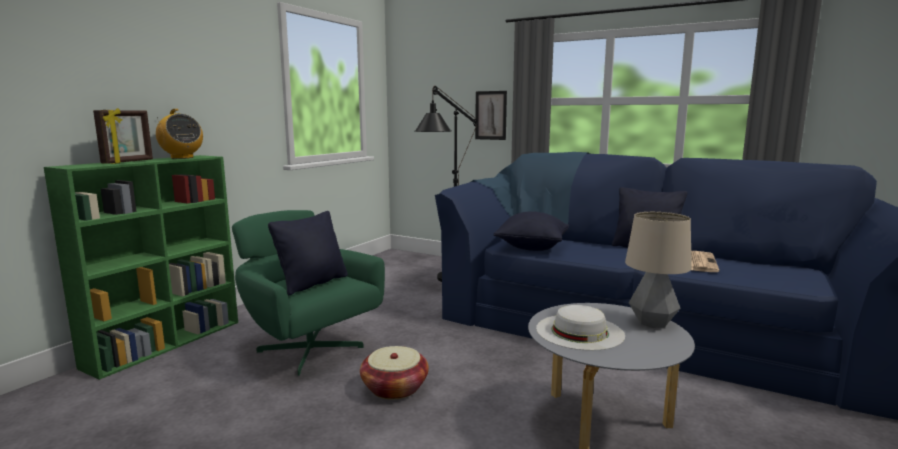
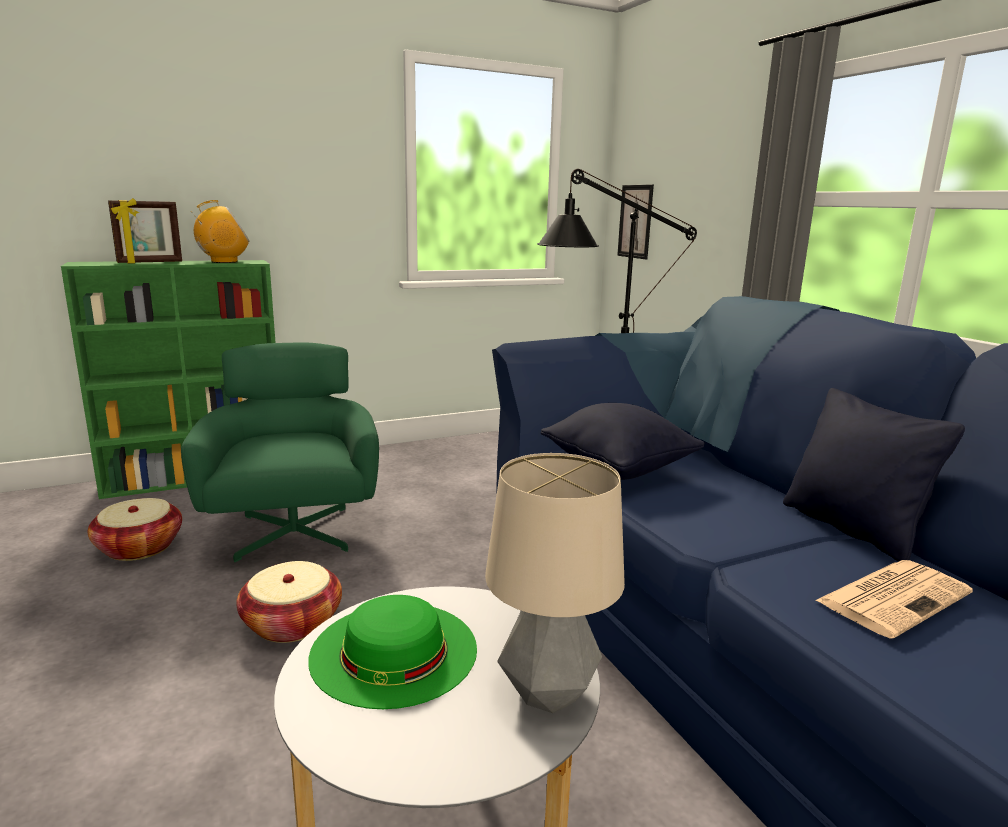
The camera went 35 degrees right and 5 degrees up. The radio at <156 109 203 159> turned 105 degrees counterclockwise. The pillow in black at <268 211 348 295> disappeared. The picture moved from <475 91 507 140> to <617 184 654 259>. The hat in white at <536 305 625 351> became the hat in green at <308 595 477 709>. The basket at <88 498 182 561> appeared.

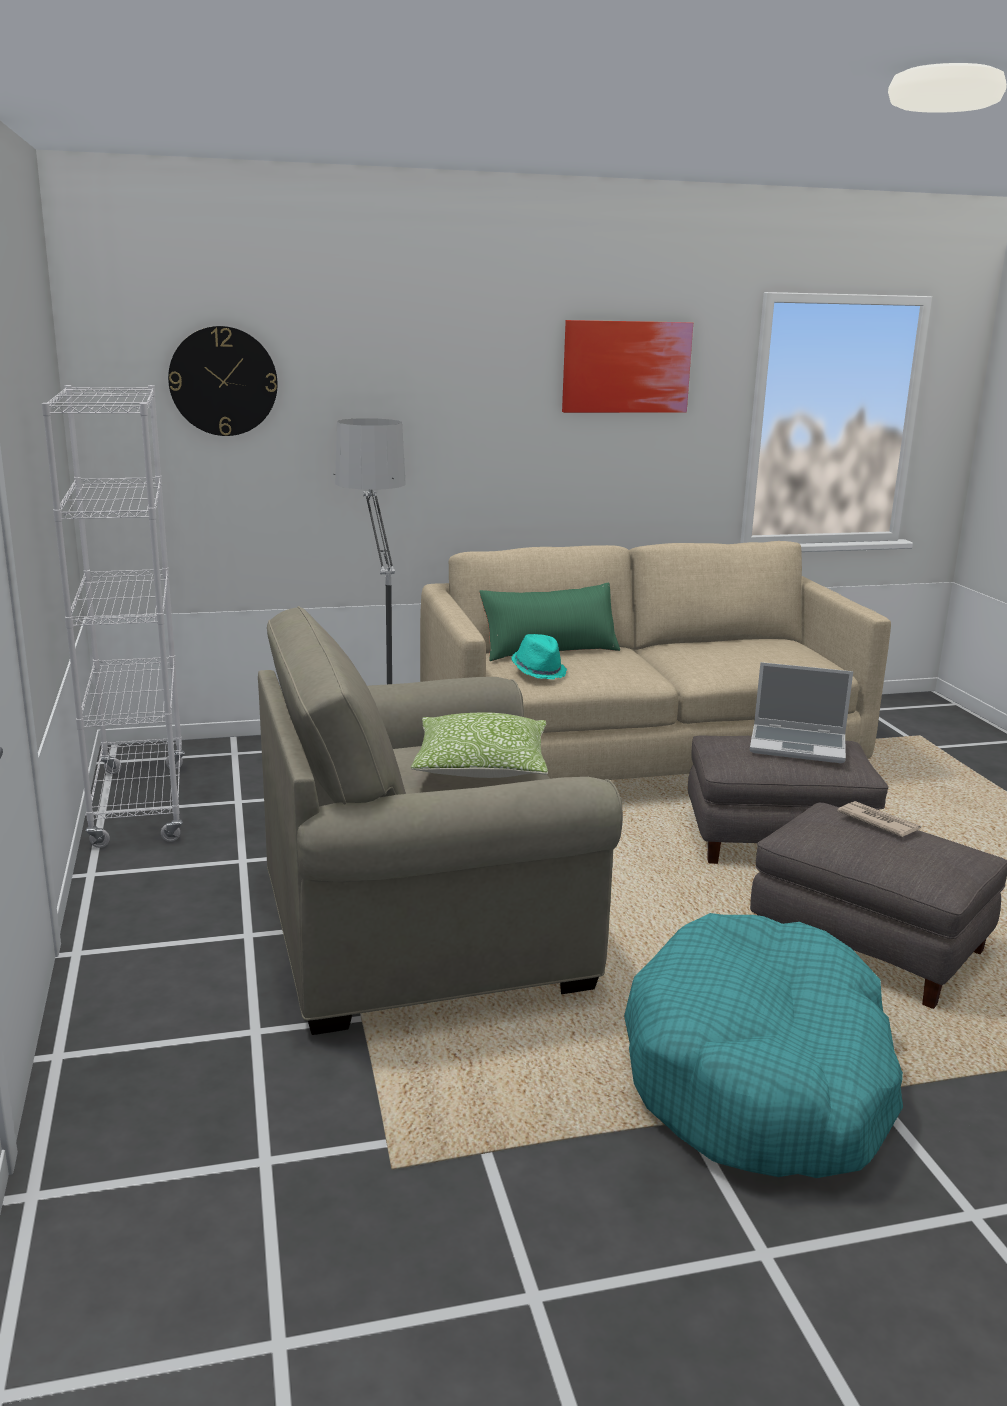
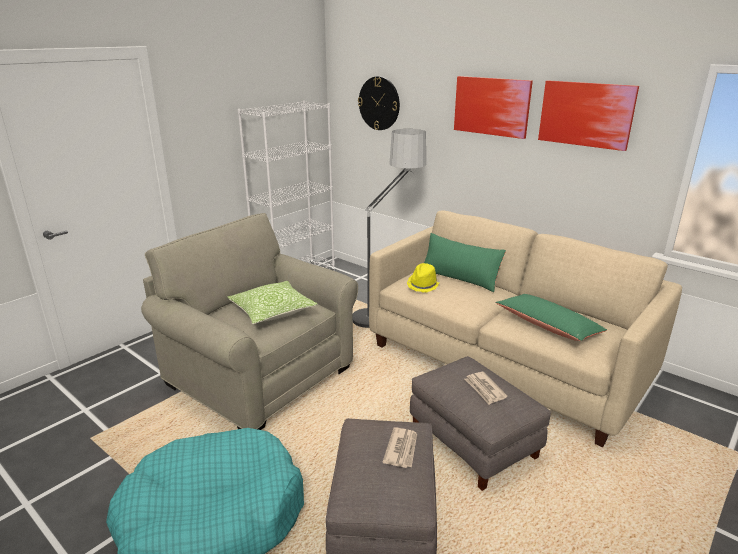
The camera went 55 degrees right and 5 degrees up. The hat in turquoise at <511 634 567 679> became the hat in yellow at <407 263 440 292>. The laptop at <750 662 853 763> was replaced by the newspaper at <465 372 507 405>. The picture at <454 76 533 139> appeared. The pillow in green at <495 294 607 341> appeared.

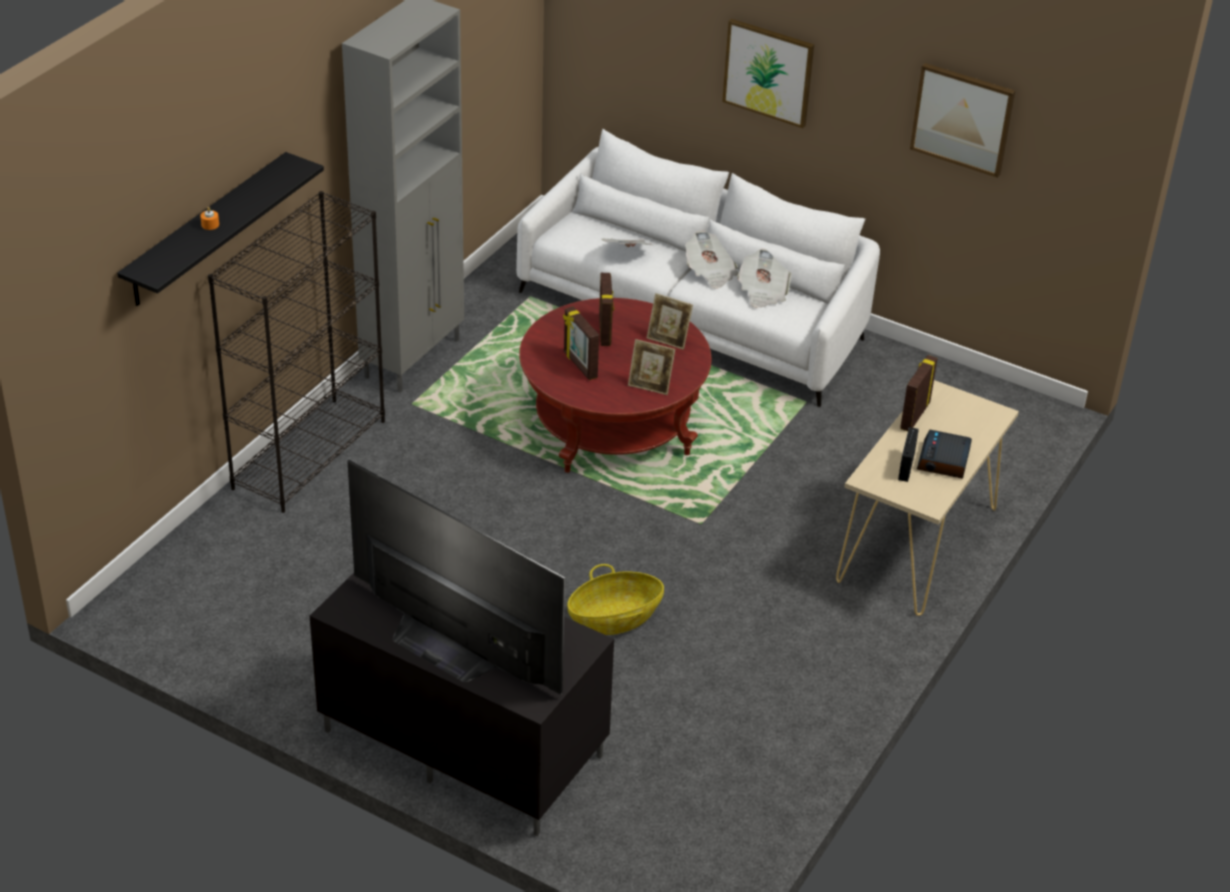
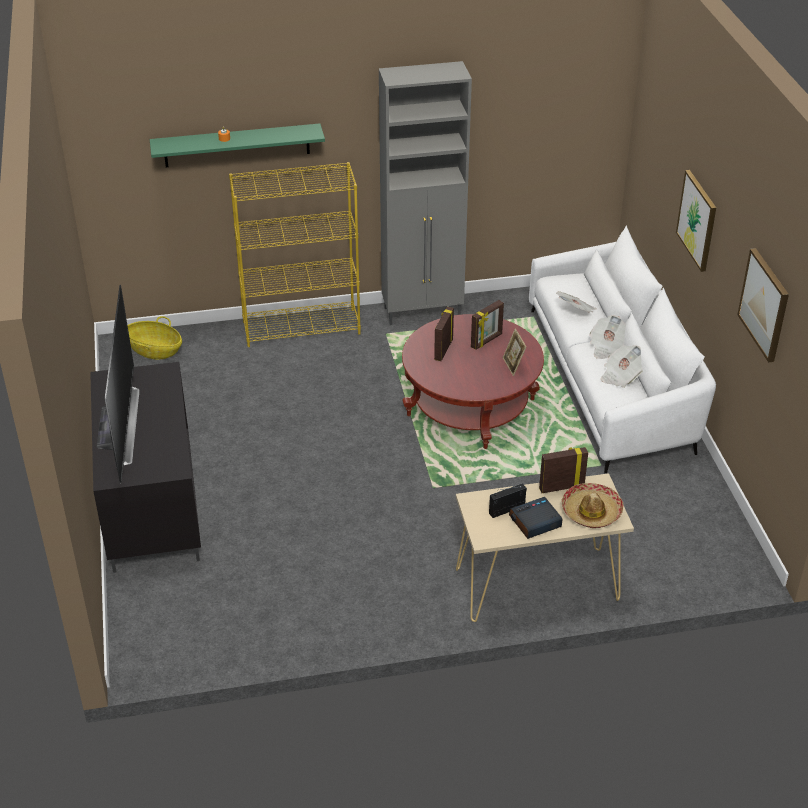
The camera went 50 degrees right and 0 degrees up. The shelf in black at <117 152 324 306> became the shelf in green at <150 123 325 167>. The bookcase in black at <208 191 385 513> became the bookcase in yellow at <229 162 361 347>. The basket moved from <567 564 664 635> to <128 316 182 359>. The picture frame at <628 339 675 395> disappeared. The hat at <561 483 623 528> appeared.

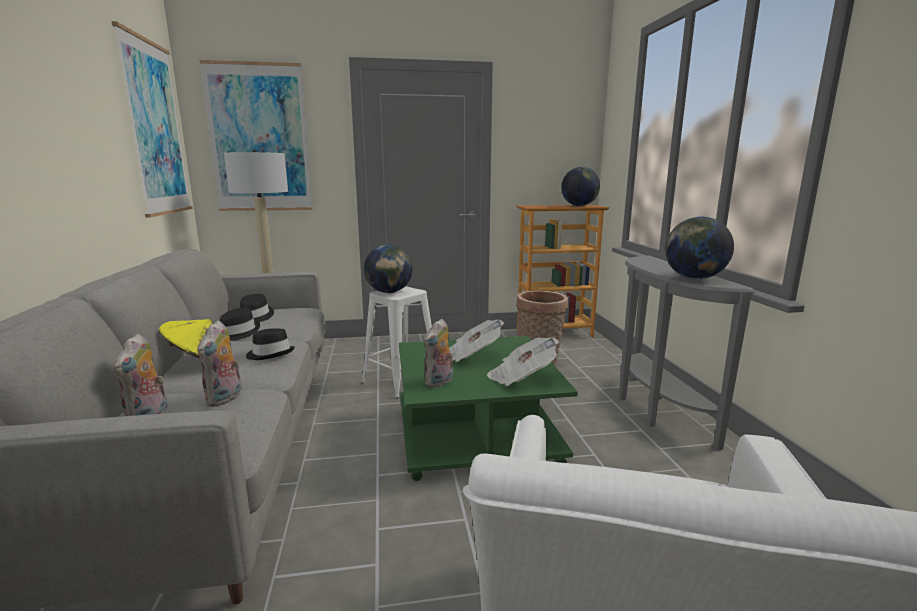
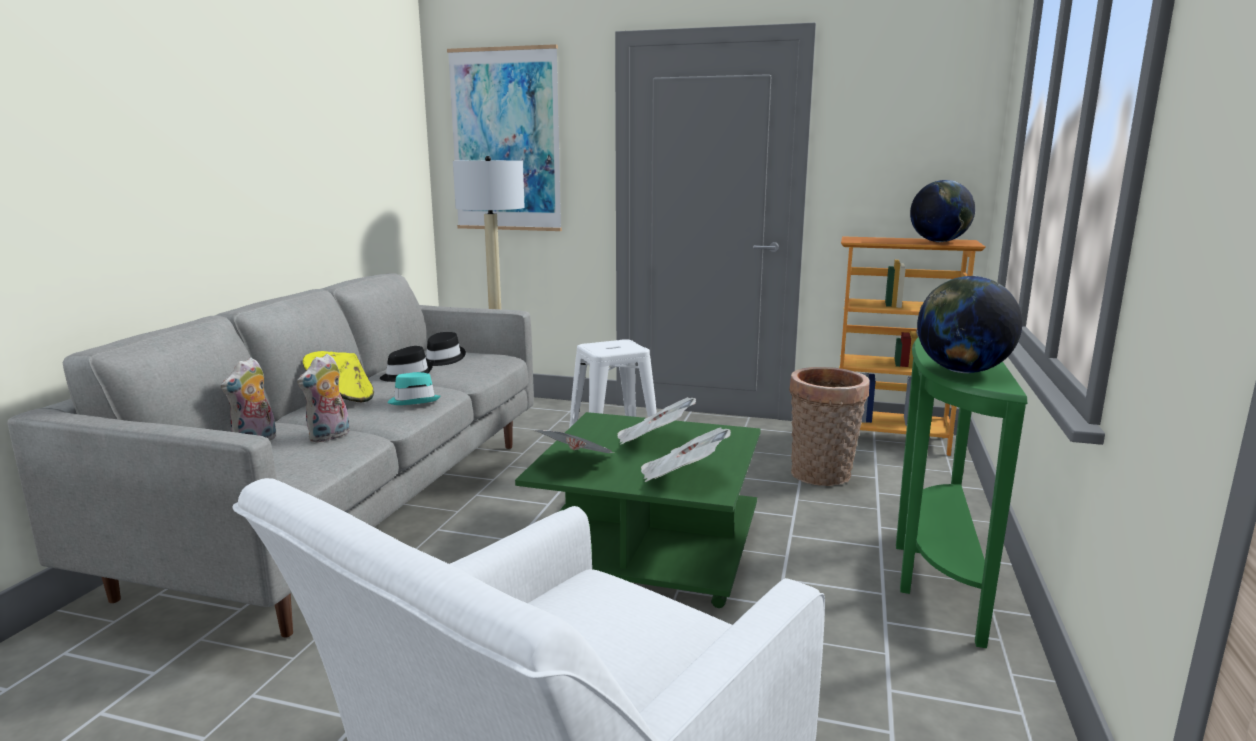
The camera went 25 degrees right and 0 degrees up. The picture at <111 21 193 218> disappeared. The hat in black at <246 328 295 360> became the hat in turquoise at <388 372 441 405>. The globe at <364 244 413 293> disappeared. The plush toy at <424 319 453 388> was replaced by the newspaper at <536 430 615 453>. The console table in grey at <619 256 755 450> became the console table in green at <896 337 1027 648>.

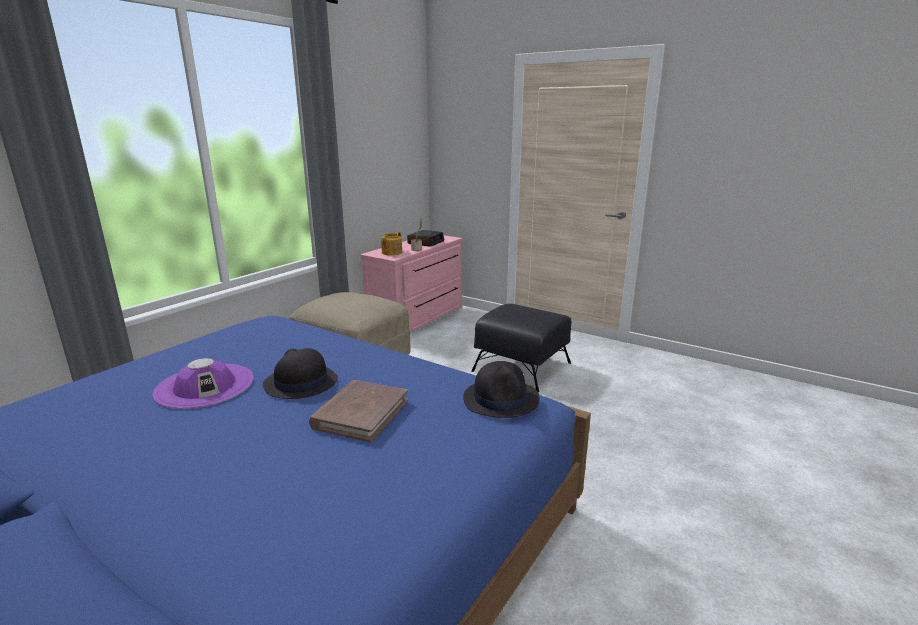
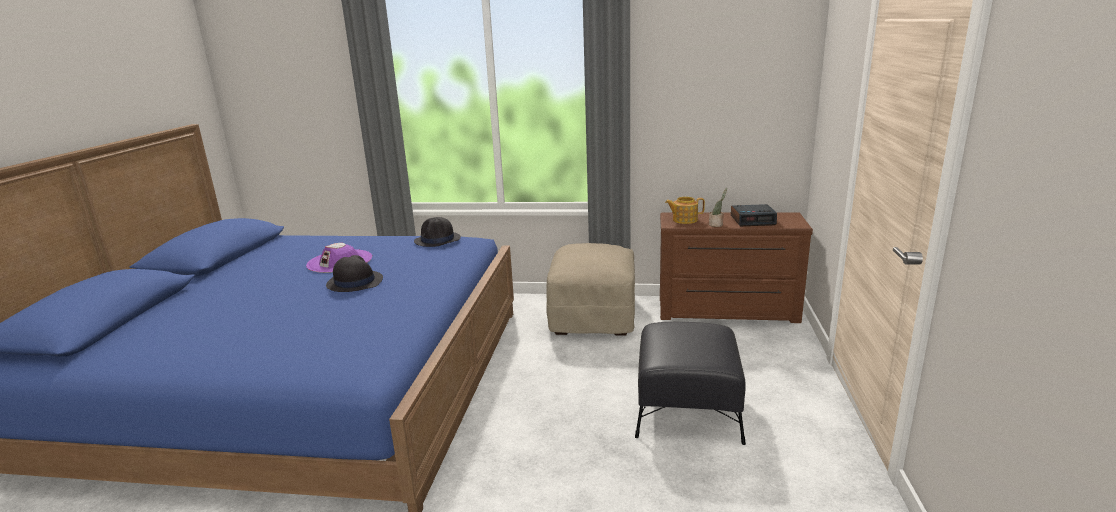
The camera went 65 degrees right and 0 degrees up. The book in brown at <309 380 408 442> disappeared. The dresser in pink at <361 235 463 333> became the dresser in brown at <660 213 813 323>. The hat in black moved from <463 361 540 418> to <414 217 461 247>.

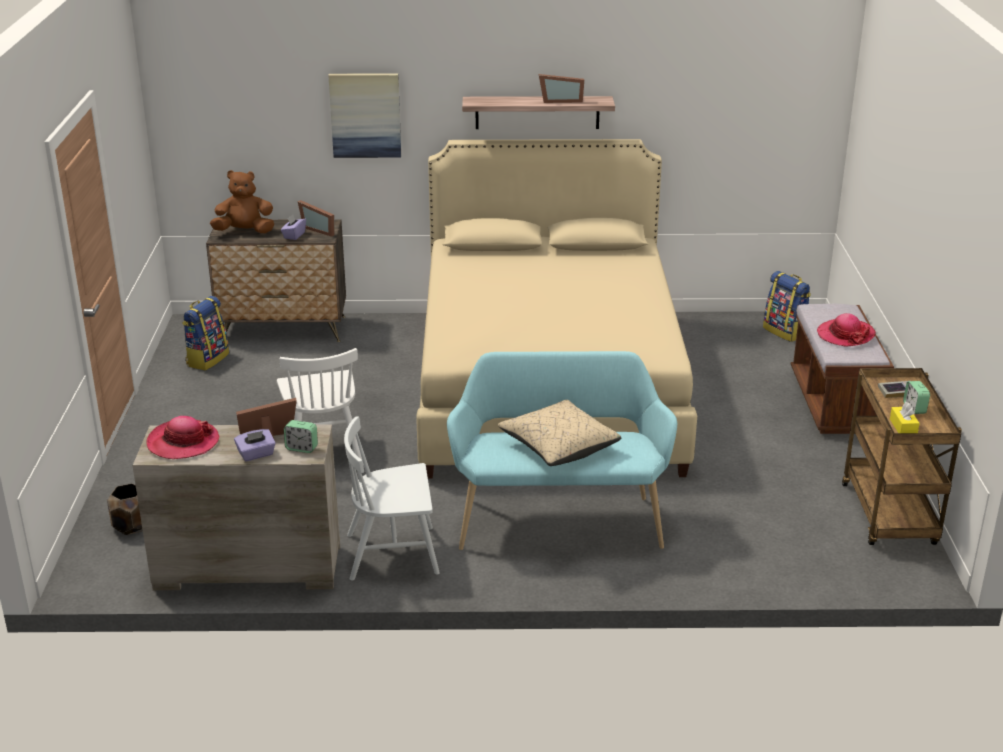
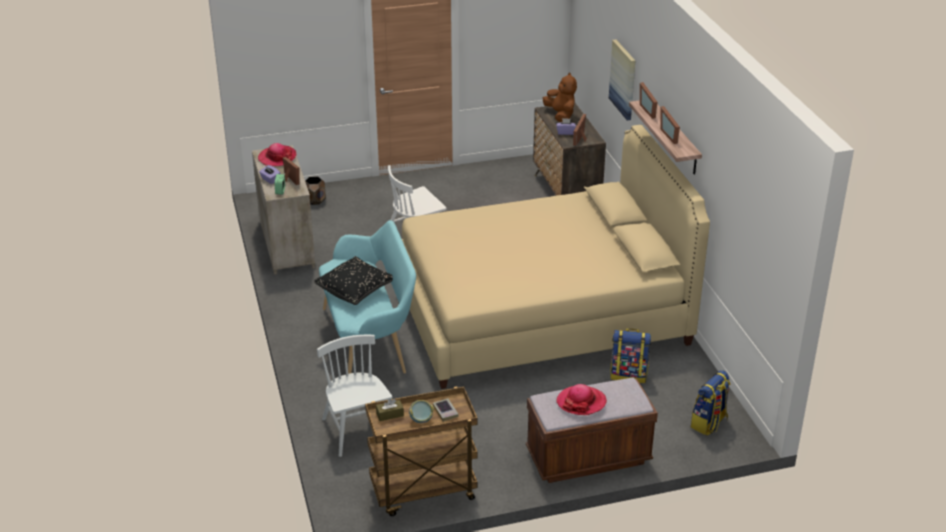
The camera went 75 degrees right and 5 degrees up. The backpack moved from <182 296 229 371> to <611 328 651 383>. The chair in white moved from <344 416 440 581> to <317 335 392 457>. The pillow in beige at <498 400 621 466> became the pillow in black at <314 256 393 305>. The tissue box in yellow at <890 402 920 433> became the tissue box in brown at <376 399 404 421>. The alarm clock at <903 381 930 414> was replaced by the bowl at <409 400 434 423>. The picture frame at <640 82 658 119> appeared.

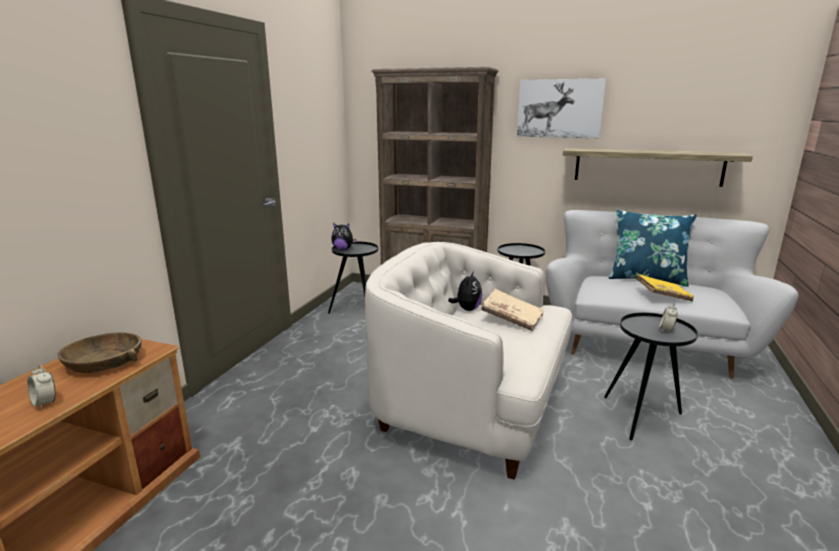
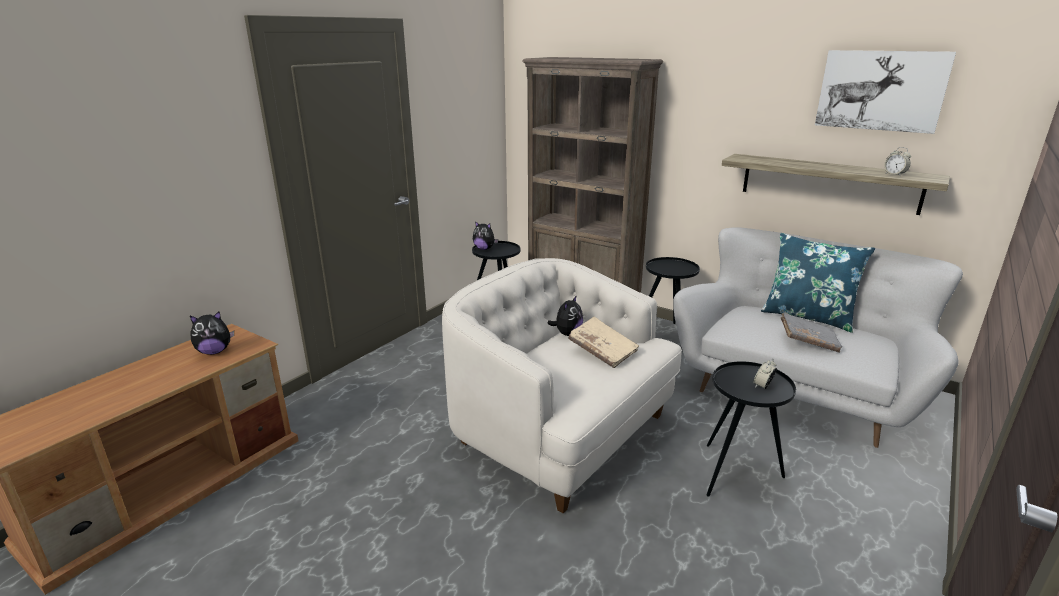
The camera went 15 degrees right and 5 degrees up. The alarm clock moved from <27 364 56 409> to <884 147 911 176>. The bowl in brown at <57 332 142 373> was replaced by the plush toy at <190 312 234 355>. The picture moved from <517 79 606 138> to <815 50 956 134>. The book in yellow at <636 274 694 302> became the book in grey at <781 312 842 353>.

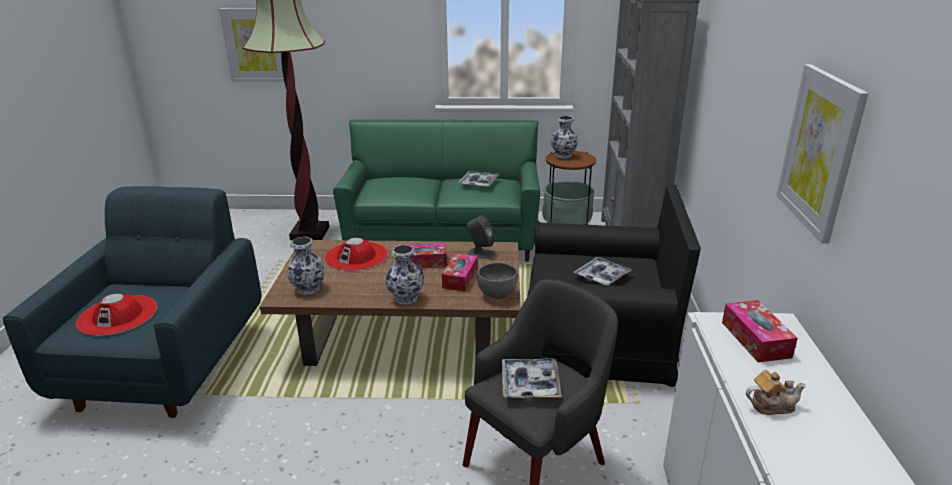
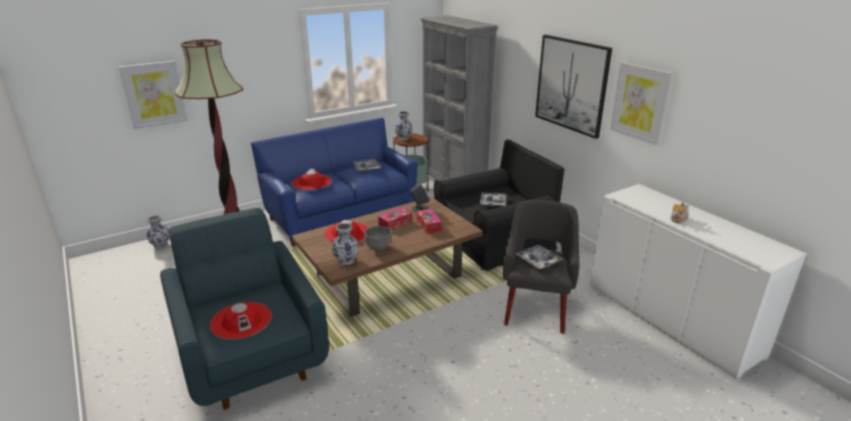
The camera went 35 degrees left and 0 degrees up. The sofa in green at <333 120 540 261> became the sofa in blue at <251 118 418 247>. The vase moved from <385 245 424 304> to <147 215 170 249>. The bowl in grey moved from <477 263 518 299> to <364 226 392 251>. The tissue box at <722 300 798 362> disappeared. The hat in red at <292 169 331 190> appeared. The picture at <535 35 612 139> appeared.

